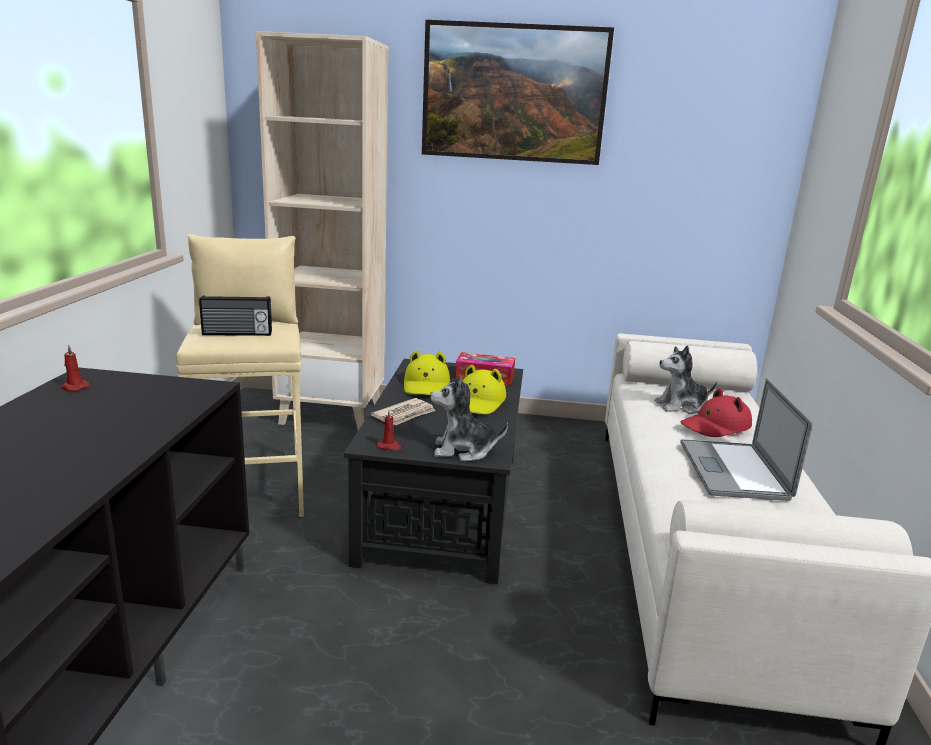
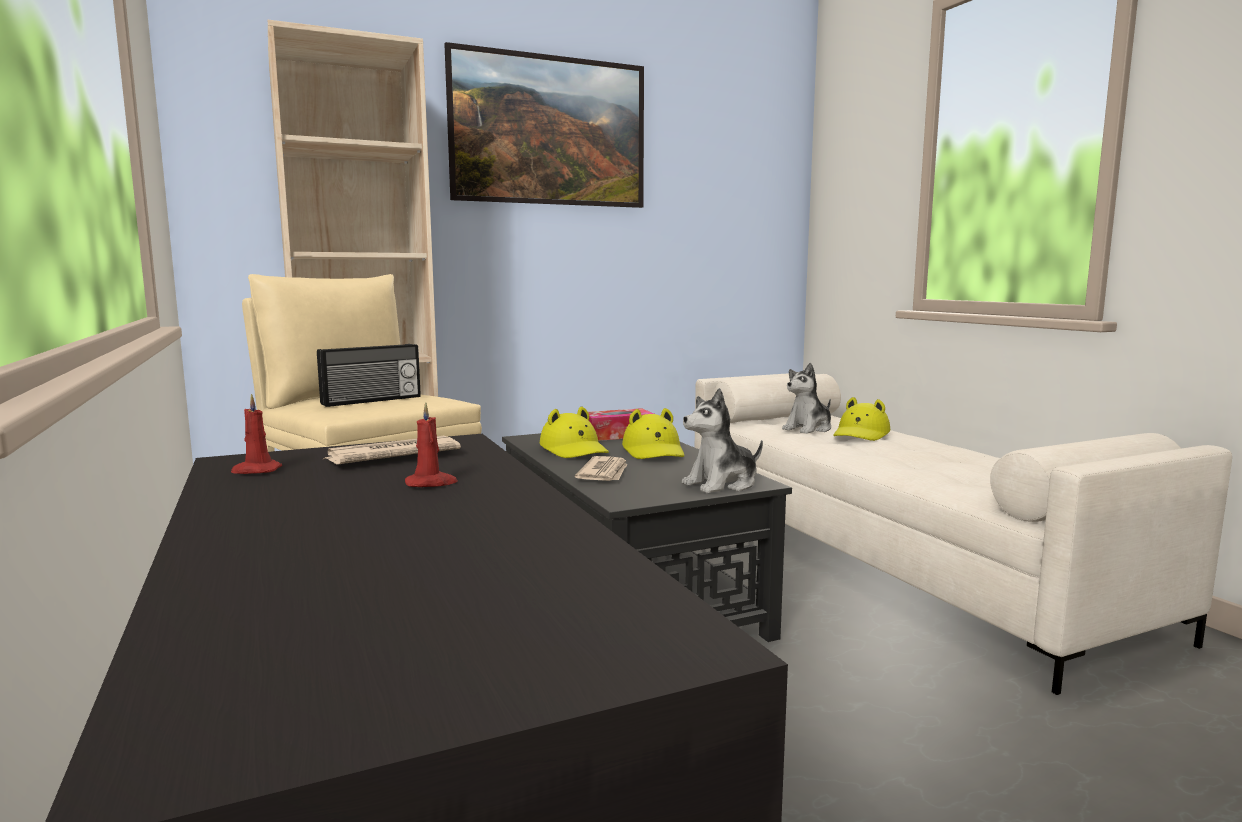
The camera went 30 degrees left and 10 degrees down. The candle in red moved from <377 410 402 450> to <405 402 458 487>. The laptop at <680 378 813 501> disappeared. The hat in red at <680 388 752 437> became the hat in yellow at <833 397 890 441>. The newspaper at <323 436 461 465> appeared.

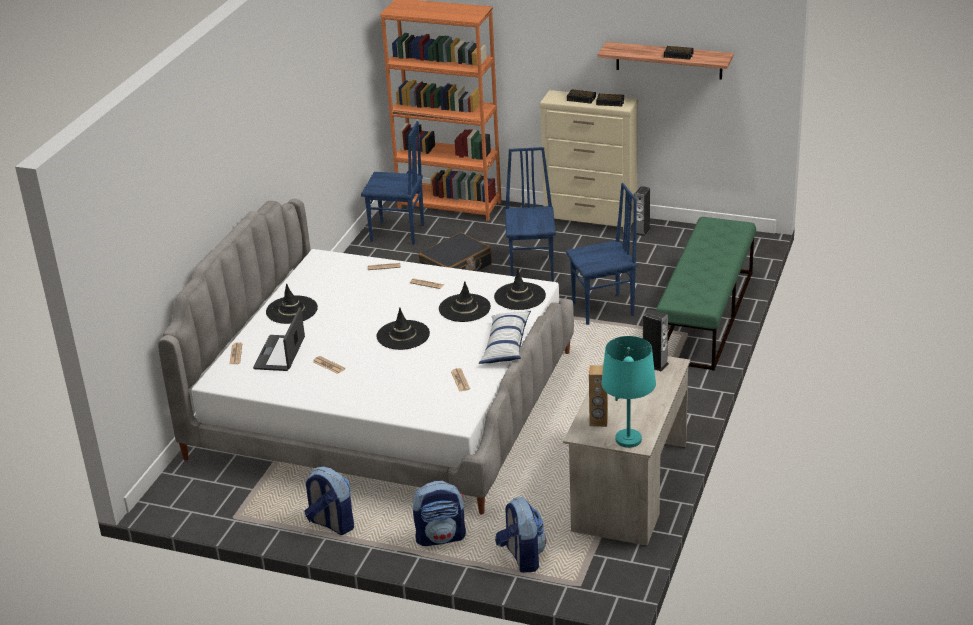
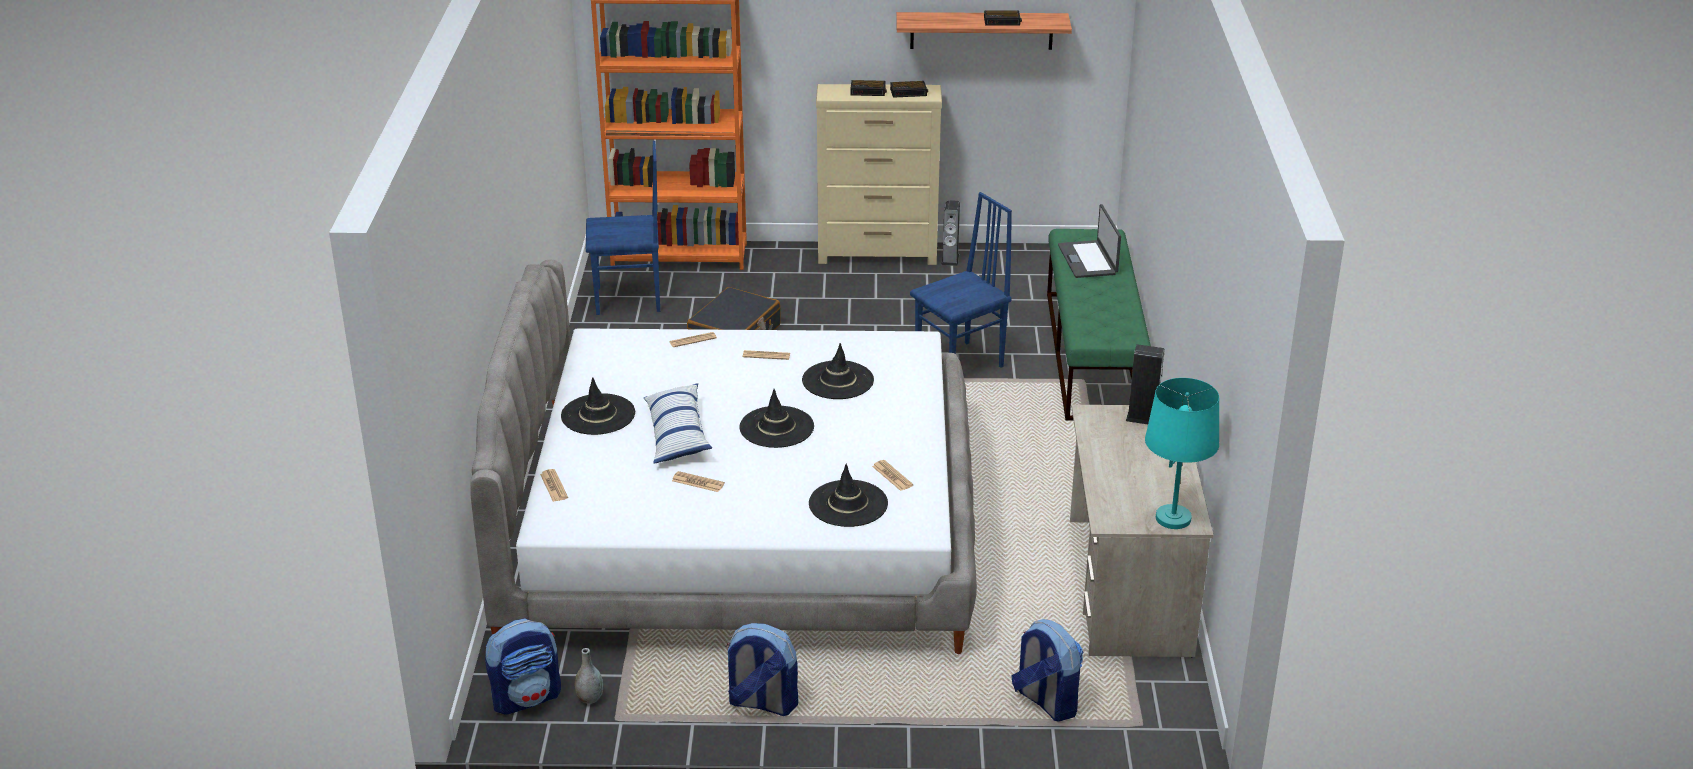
The camera went 20 degrees left and 0 degrees up. The laptop moved from <253 307 305 371> to <1058 204 1121 278>. The backpack moved from <413 481 466 546> to <485 618 561 715>. The pillow moved from <479 311 531 364> to <644 383 712 463>. The hat in black moved from <494 269 546 310> to <809 464 888 527>. The chair in blue at <505 147 556 282> disappeared. The speaker in brown at <589 365 608 427> disappeared. The vase in grey at <575 648 604 704> appeared.

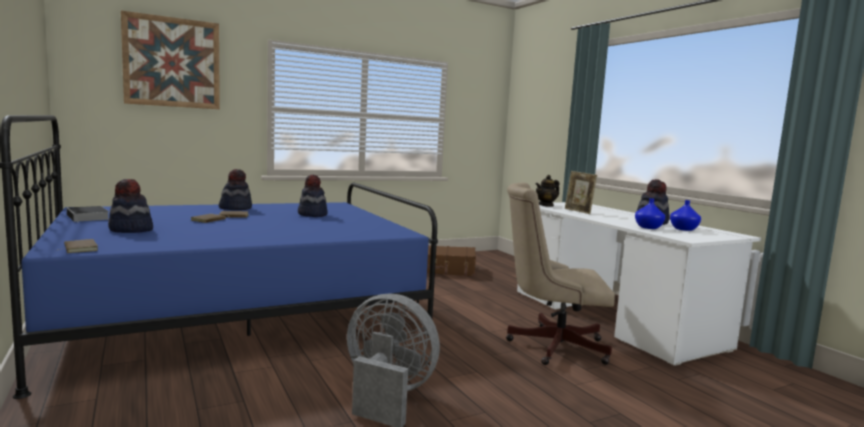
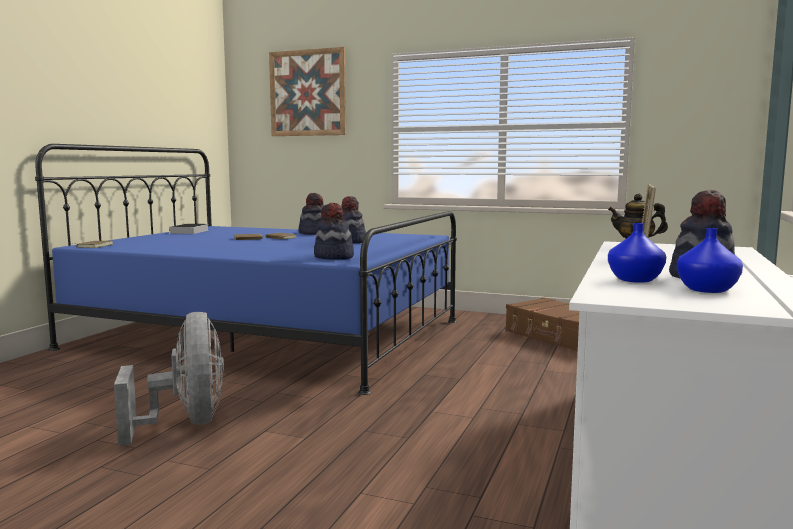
The camera went 50 degrees right and 0 degrees up. The hat moved from <108 179 153 233> to <314 203 354 260>. The office chair in beige at <506 182 615 365> disappeared.

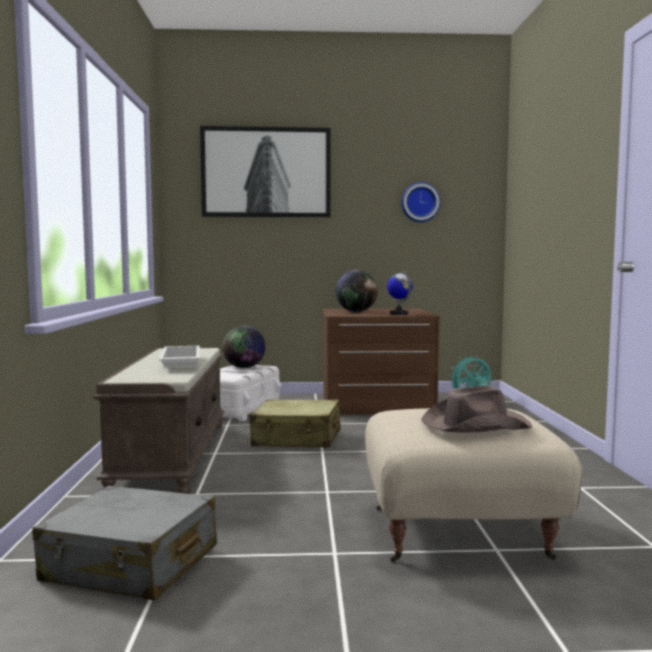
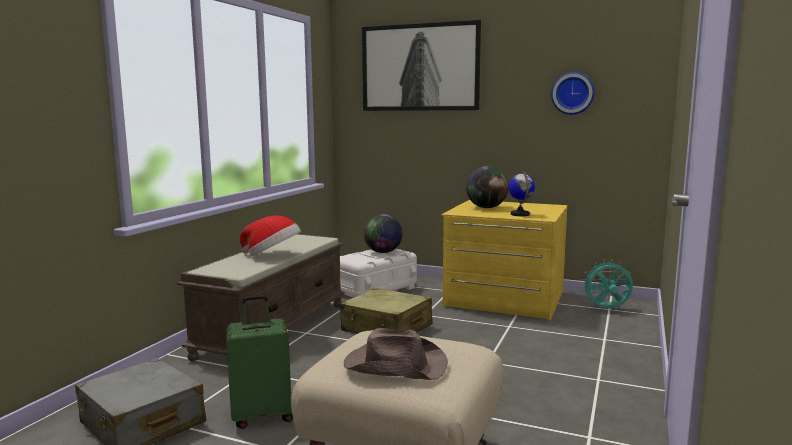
The camera went 25 degrees right and 5 degrees up. The tray in white at <159 346 200 366> was replaced by the hat at <240 216 301 256>. The dresser in brown at <322 308 440 415> became the dresser in yellow at <441 200 568 320>. The suitcase in green at <226 295 293 429> appeared.

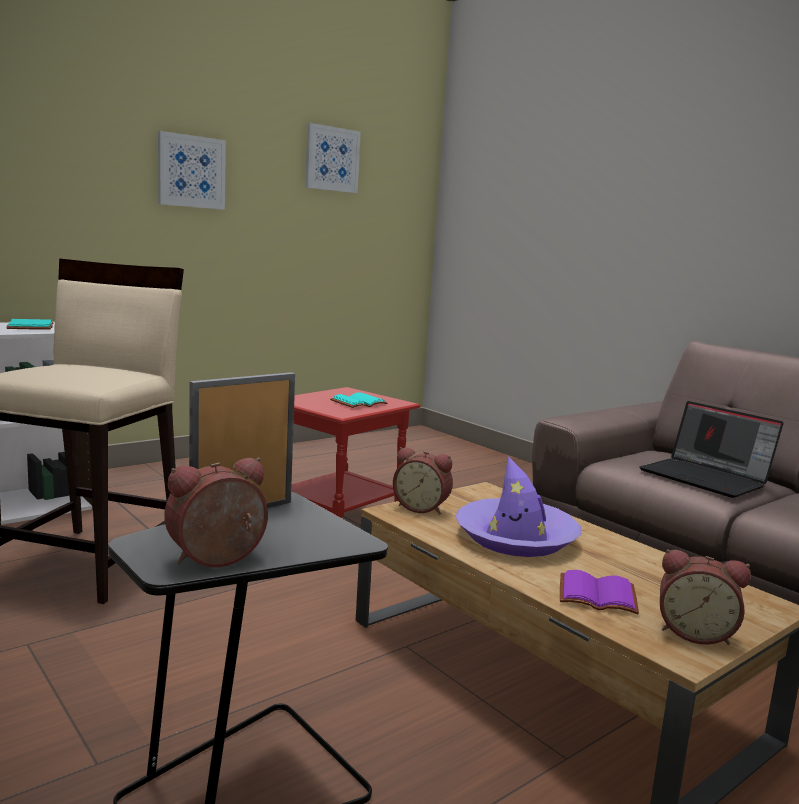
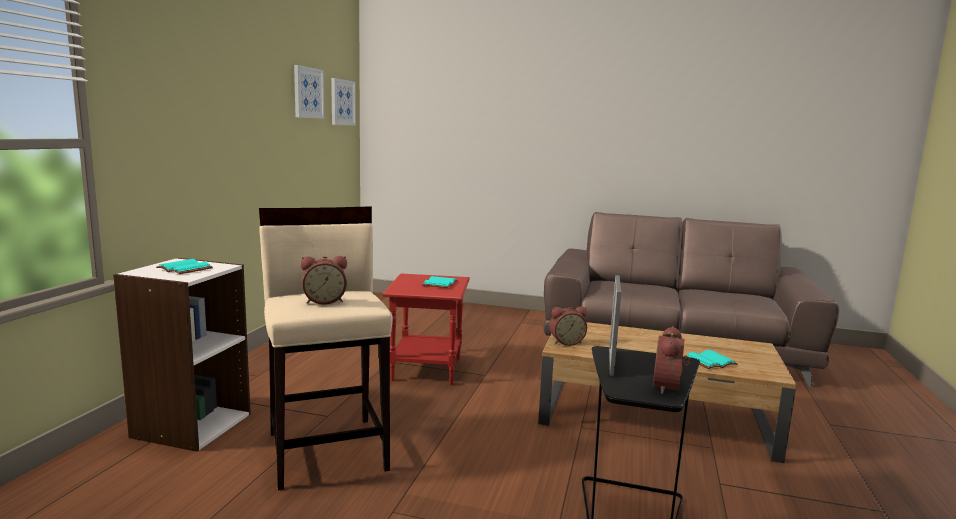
The camera went 35 degrees left and 0 degrees up. The picture moved from <158 131 226 210> to <331 78 356 125>. The hat in purple at <455 456 581 557> disappeared. The book in purple at <560 570 639 614> became the book in turquoise at <684 350 738 369>. The laptop at <640 401 784 498> disappeared. The alarm clock moved from <660 549 751 645> to <301 256 347 305>.

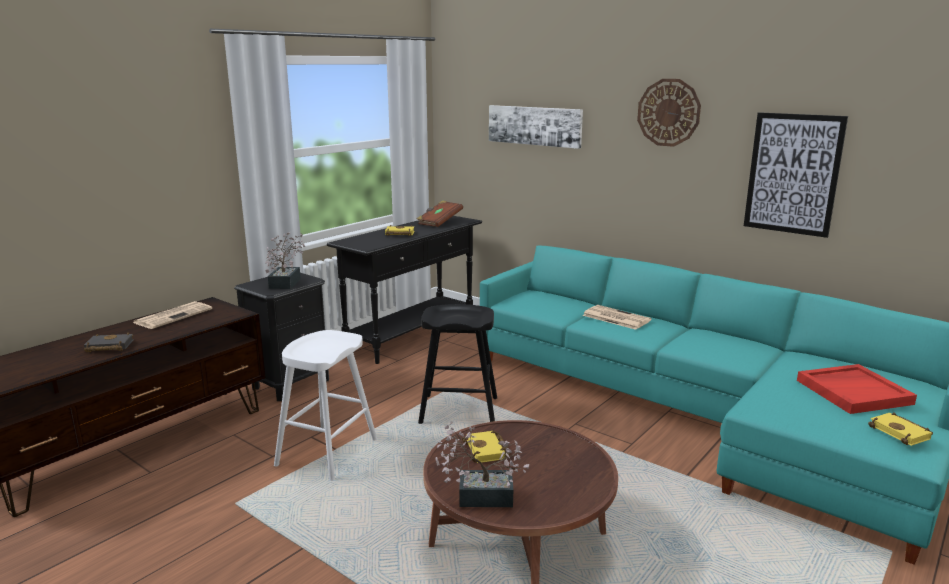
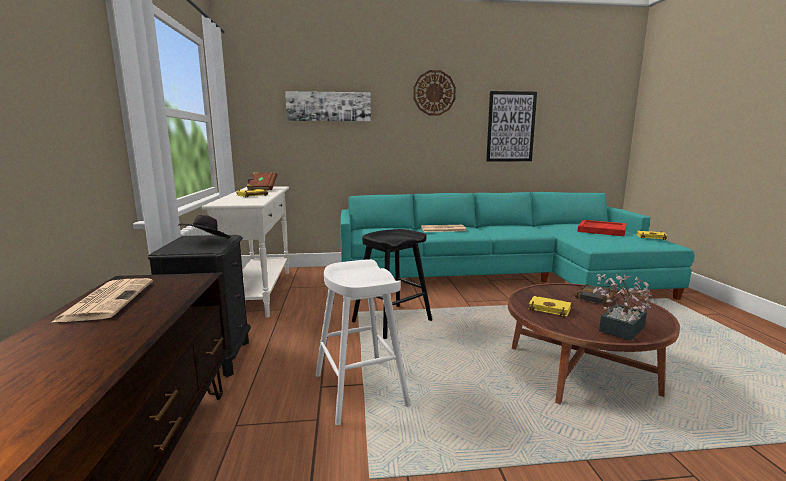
The camera went 45 degrees left and 5 degrees down. The book in black moved from <84 333 134 352> to <574 284 614 305>. The potted plant at <265 232 305 289> was replaced by the hat in black at <178 215 231 239>. The console table in black at <327 216 482 364> became the console table in white at <202 186 289 318>.

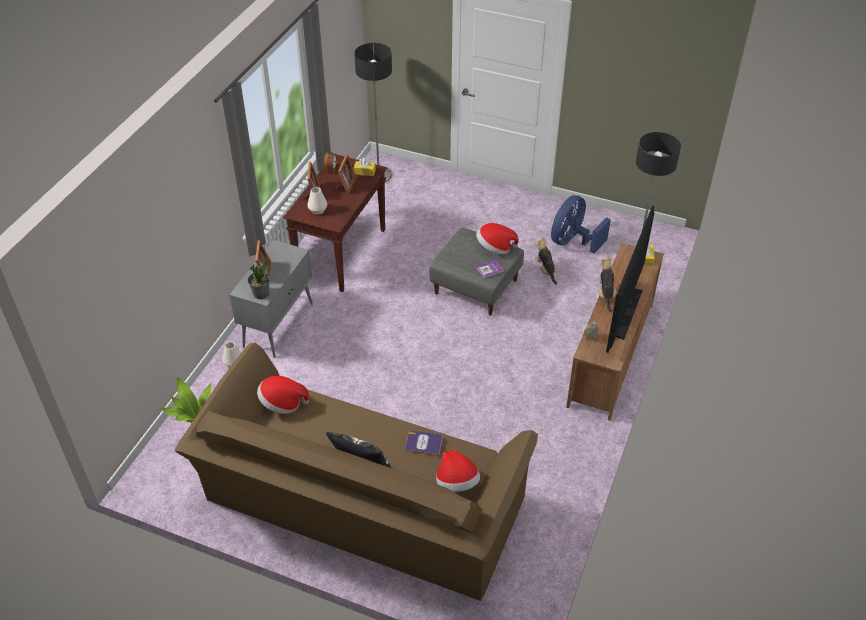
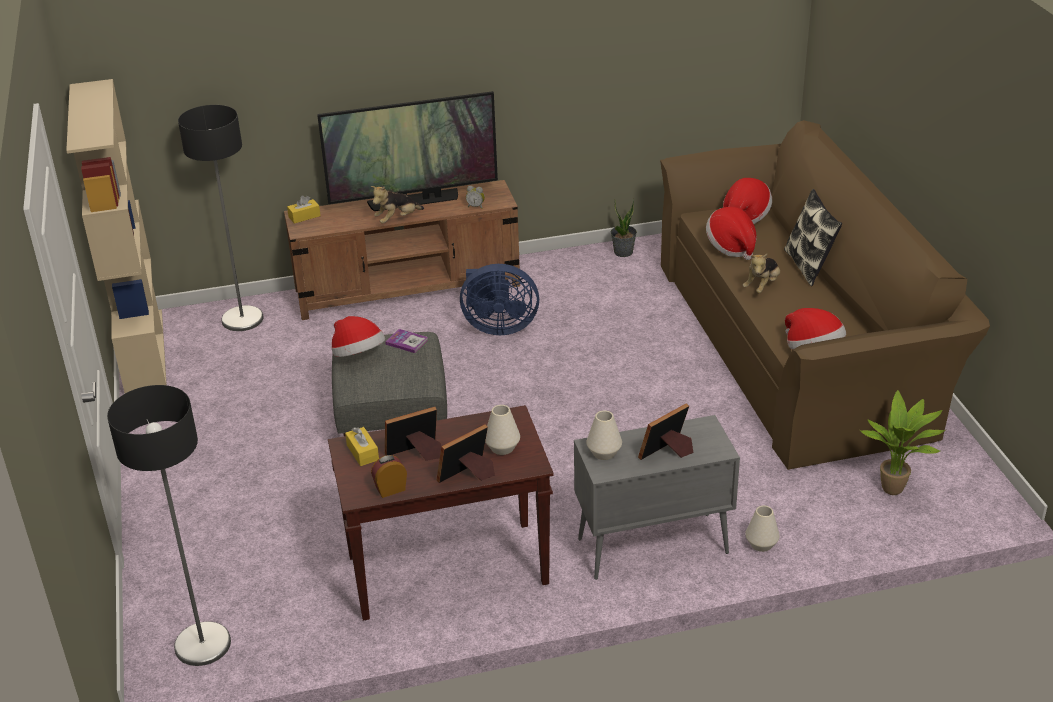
The camera went 125 degrees left and 10 degrees down. The potted plant moved from <248 258 270 299> to <611 199 637 257>. The book at <405 431 443 456> was replaced by the hat at <706 207 757 260>. The plush toy moved from <535 236 558 285> to <743 254 780 293>. The fan in blue moved from <551 195 611 253> to <460 264 539 335>. The bookcase in beige at <66 79 167 393> appeared. The vase in white at <586 411 622 460> appeared.

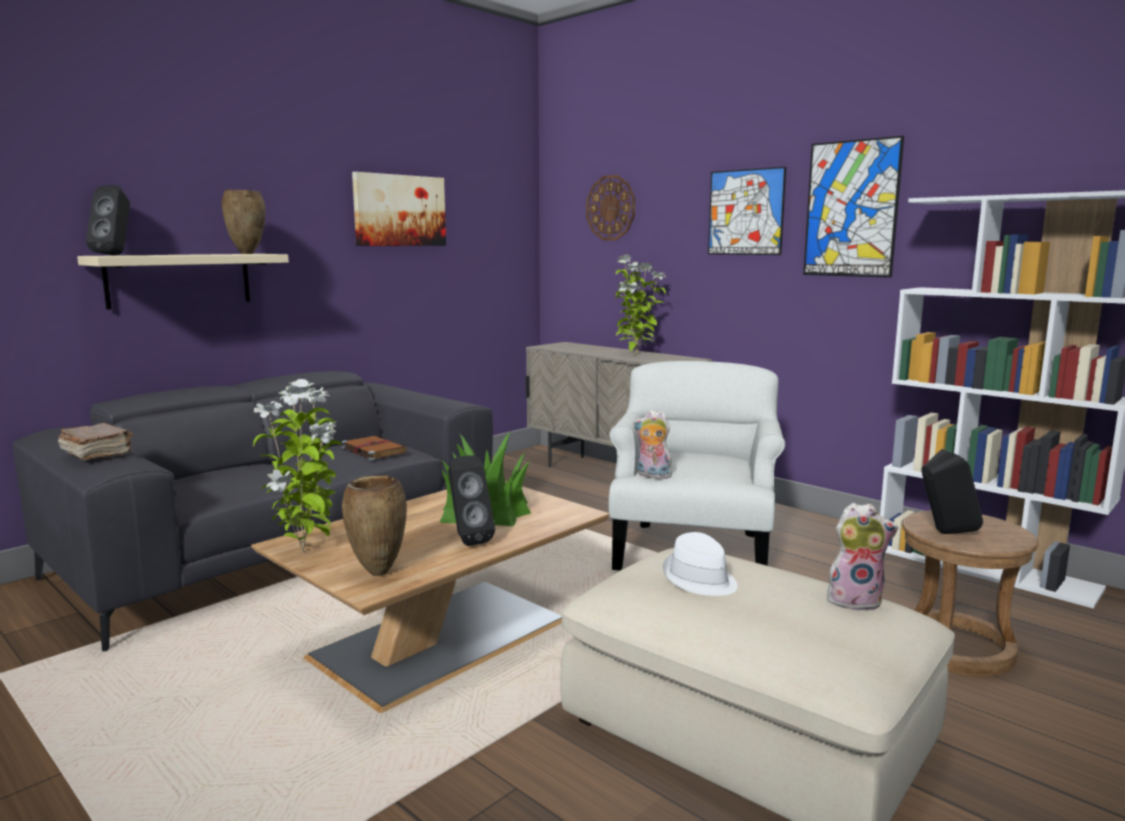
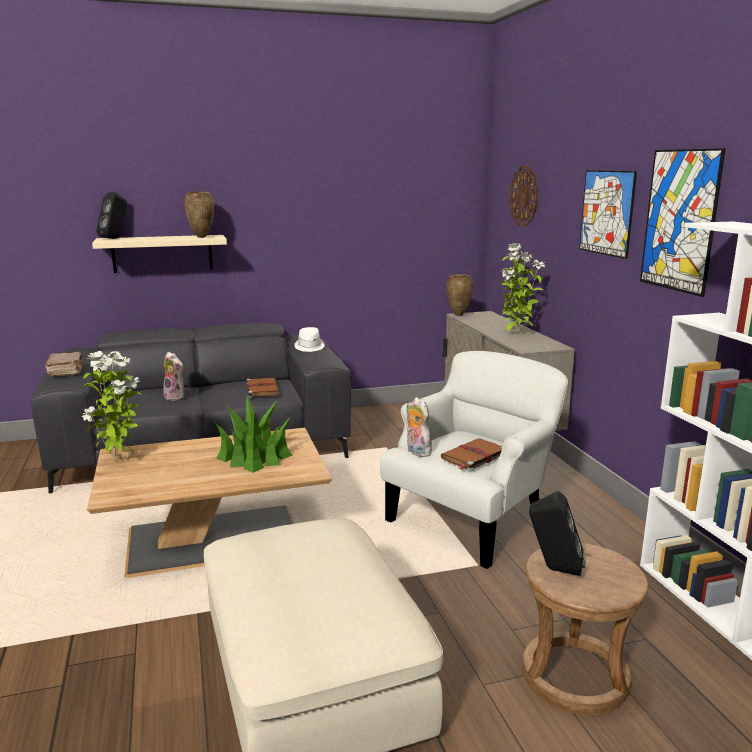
The camera went 30 degrees right and 5 degrees up. The vase in brown moved from <342 475 407 576> to <446 274 473 316>. The picture at <352 172 446 246> disappeared. The speaker in black at <448 455 495 546> disappeared. The hat in white moved from <663 532 738 596> to <294 327 325 352>. The plush toy moved from <827 503 898 611> to <163 352 184 401>. The book in brown at <441 438 502 471> appeared.

